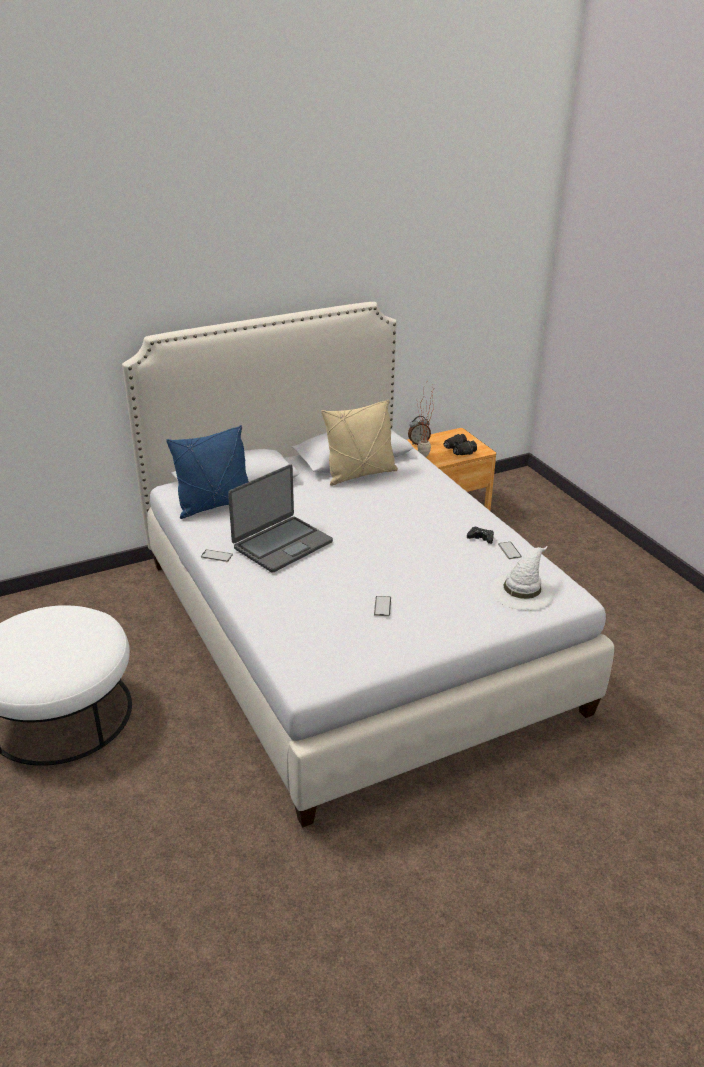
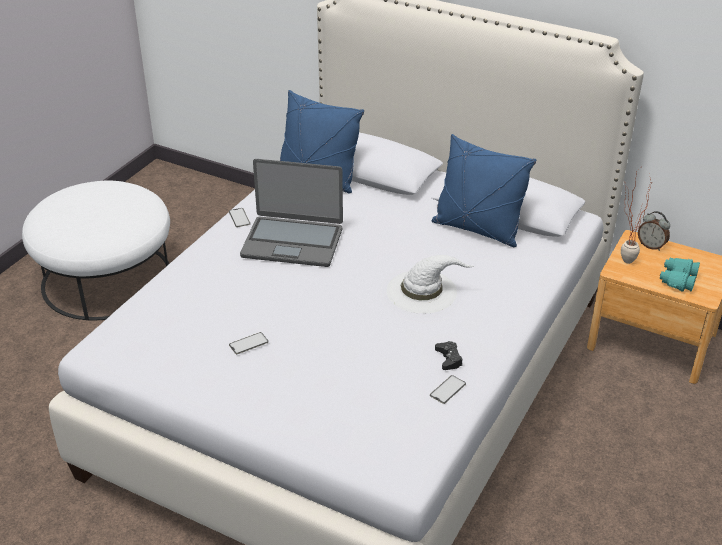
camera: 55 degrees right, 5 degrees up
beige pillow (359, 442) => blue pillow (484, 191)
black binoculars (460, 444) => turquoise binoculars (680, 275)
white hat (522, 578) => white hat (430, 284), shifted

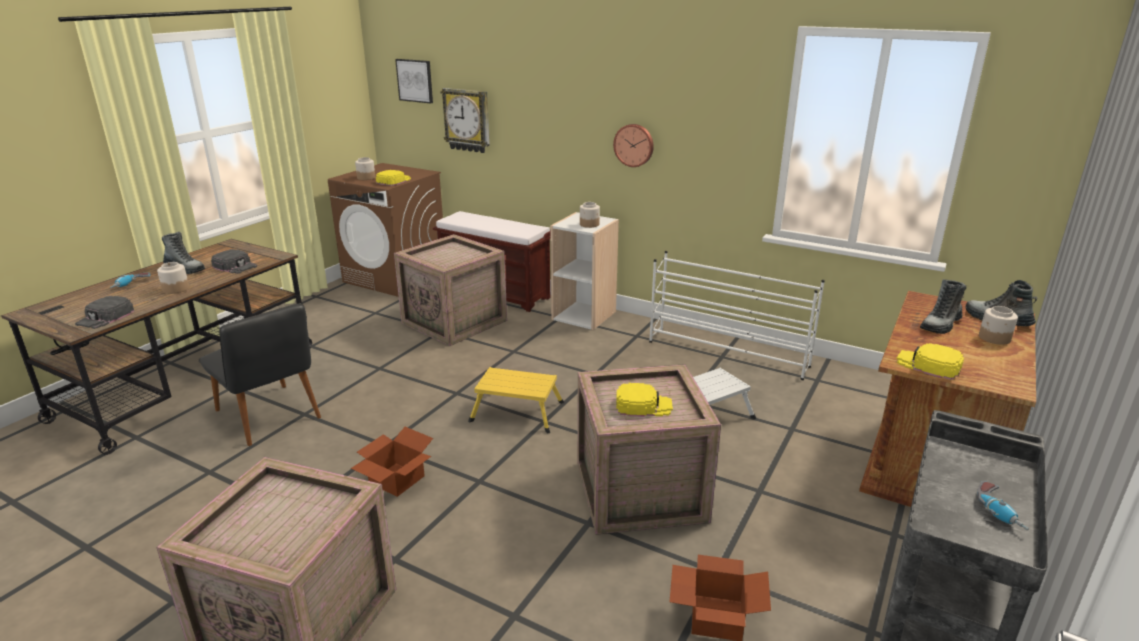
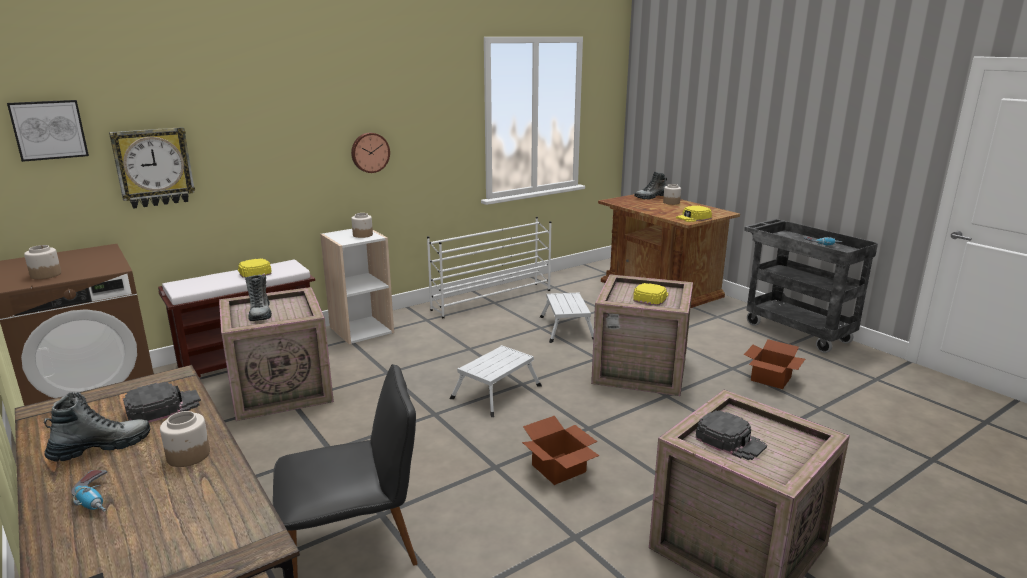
camera: 65 degrees left, 5 degrees down
yellow cap (393, 178) => yellow cap (255, 268), shifted
boot (943, 306) => boot (258, 298), shifted
black cap (104, 312) => black cap (731, 435), shifted
yellow step ladder (516, 400) => white step ladder (496, 381)

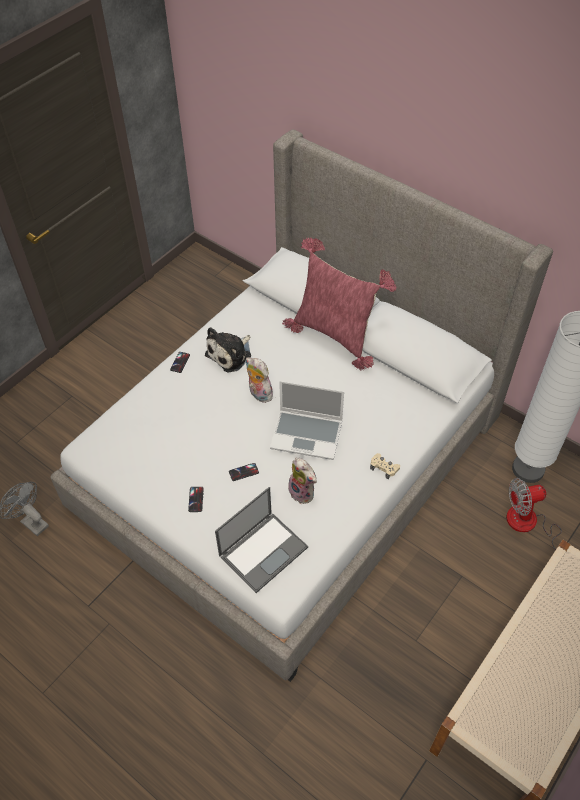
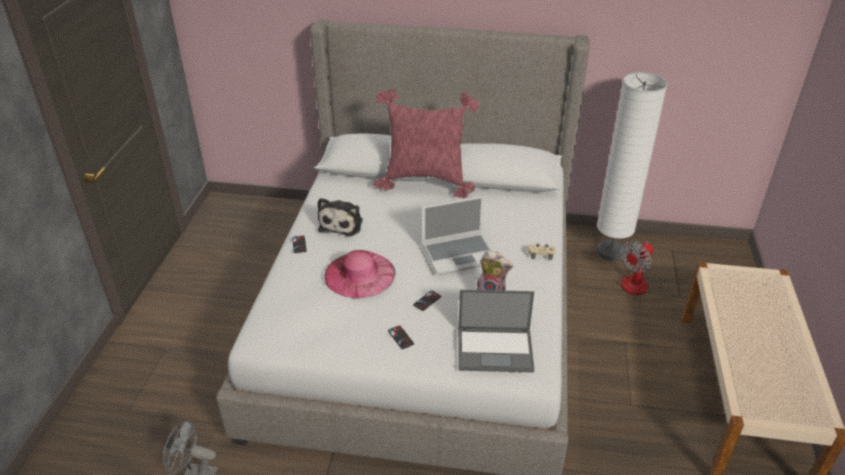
camera: 30 degrees left, 15 degrees down
plush toy (259, 380) => nothing
laptop (261, 540) => laptop (496, 331), 75 degrees clockwise
nothing => pink hat (360, 274)

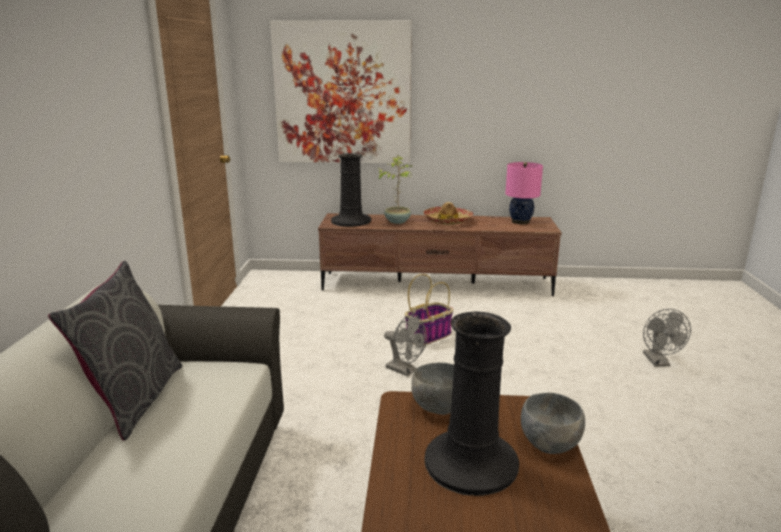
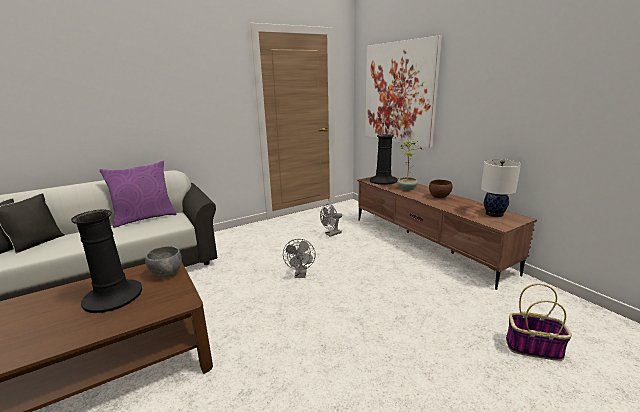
camera: 55 degrees right, 0 degrees up
pink table lamp (524, 193) => white table lamp (501, 188)
hat (448, 213) => brown bowl (441, 188)
grey pillow (115, 351) => purple pillow (138, 194)
basket (429, 310) => basket (539, 322), shifted
grey fan (667, 337) => grey fan (331, 220), shifted
grey bowl (553, 423) => nothing

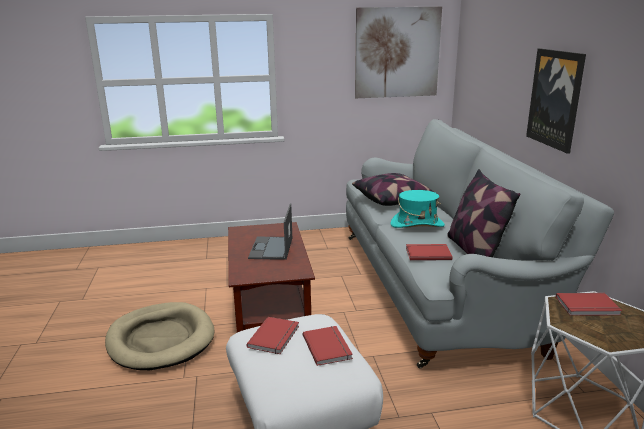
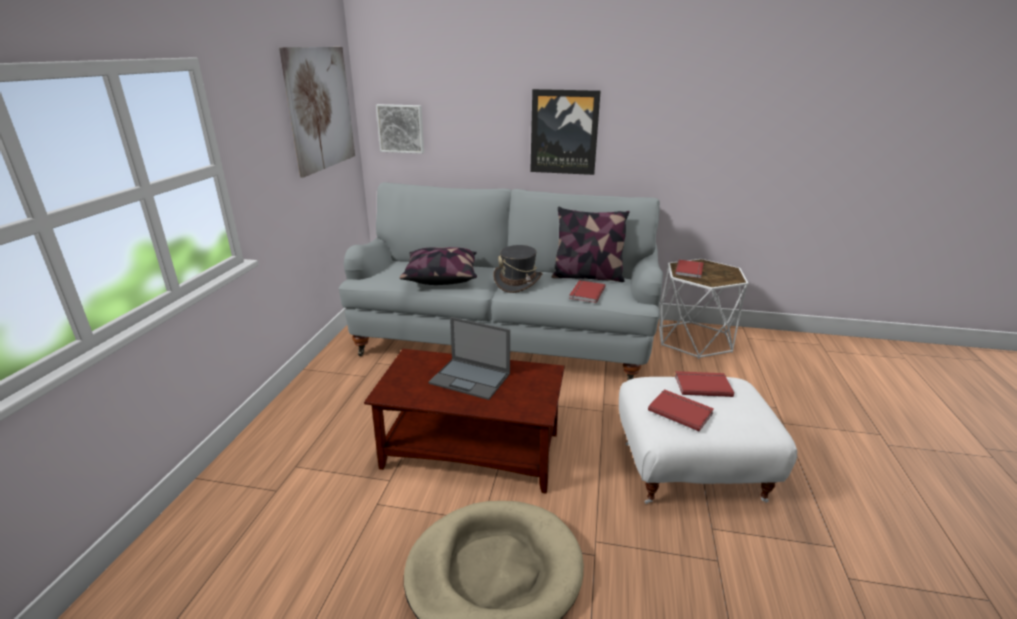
camera: 70 degrees left, 5 degrees up
turquoise hat (417, 209) => grey hat (518, 269)
nothing => picture (400, 129)

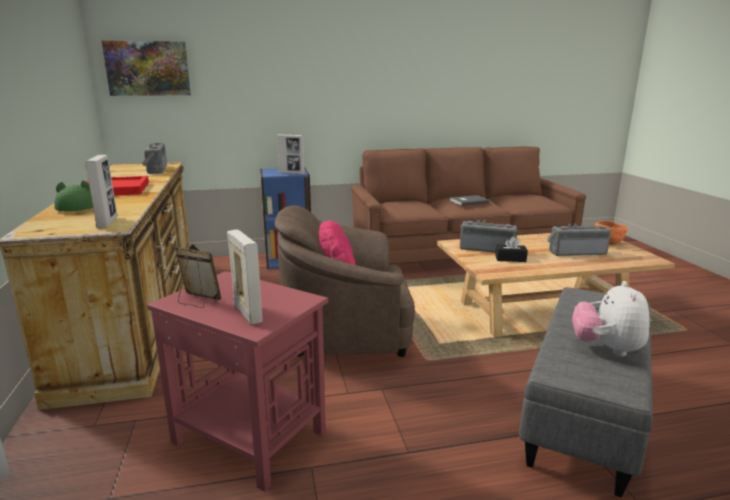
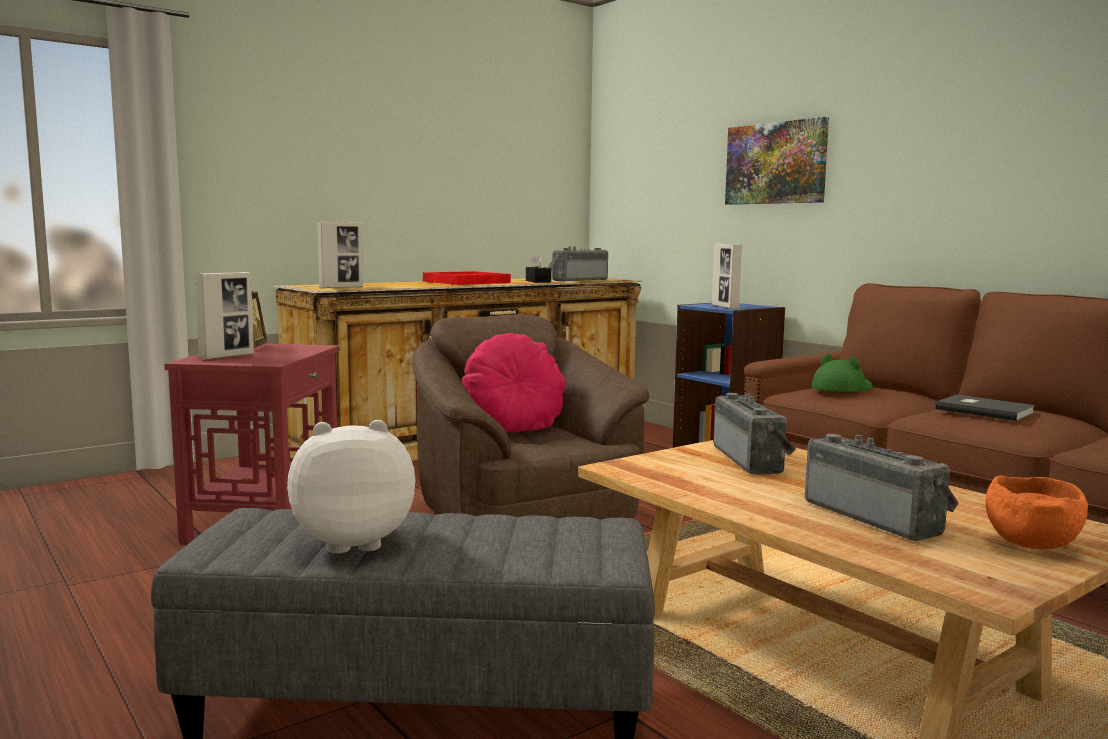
camera: 65 degrees right, 10 degrees down
picture (146, 68) => picture (777, 161), shifted
green hat (73, 196) => green hat (842, 372), shifted
black tissue box (511, 249) => black tissue box (538, 268), shifted

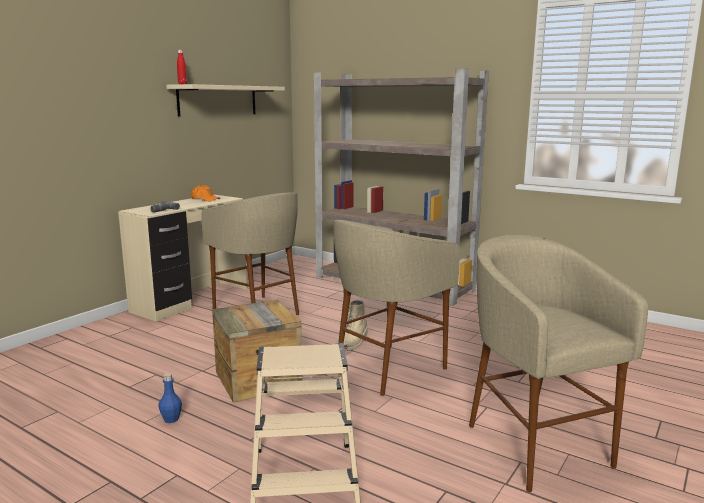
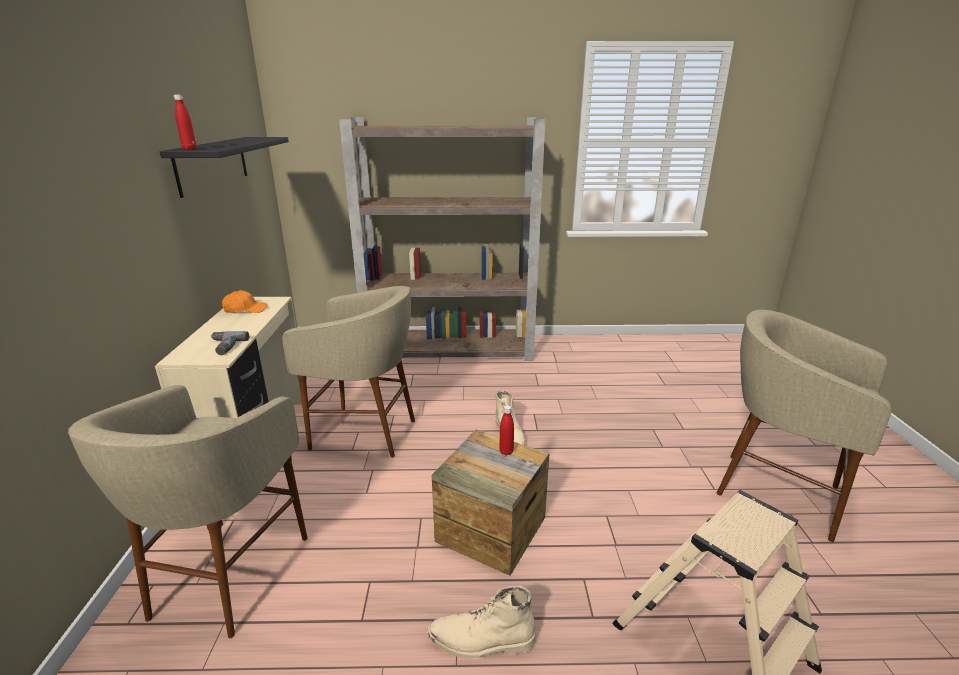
camera: 35 degrees left, 10 degrees up
beige shelf (225, 100) => black shelf (224, 167)
beige stool (397, 308) => beige stool (187, 511), shifted
blue bottle (170, 398) => beige boot (481, 622)
nothing => red bottle (506, 430)

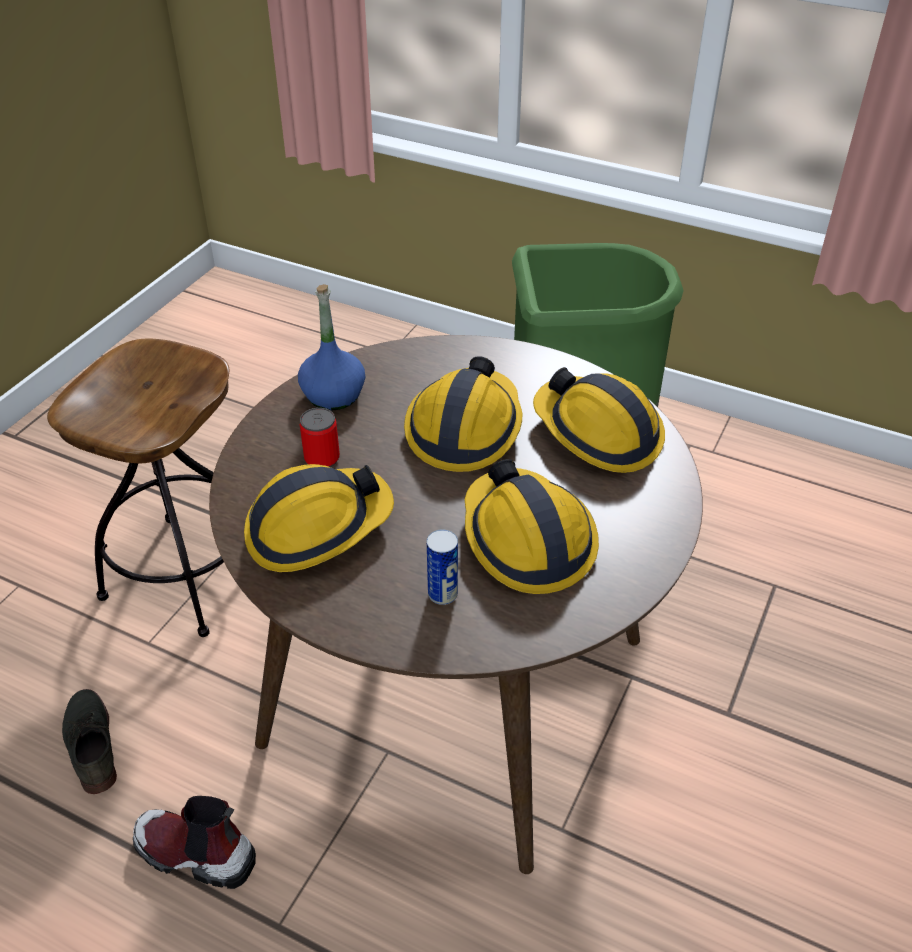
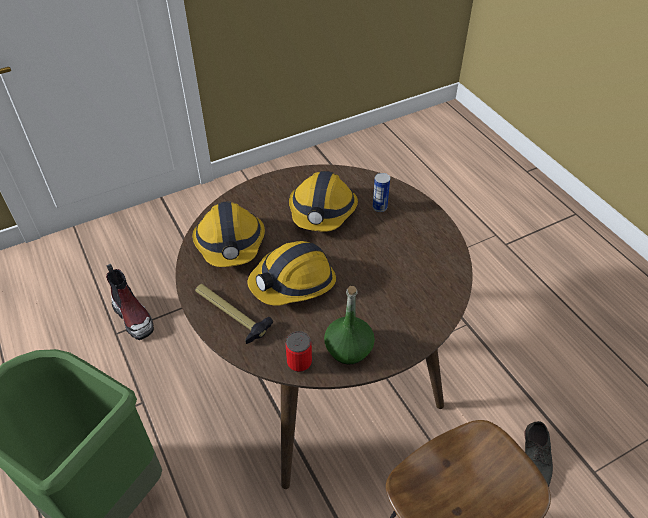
camera: 145 degrees left, 5 degrees up
blue bottle (331, 347) => green bottle (349, 325)
can (320, 437) => can (299, 351), shifted
hard hat (319, 518) => nothing
boot (194, 842) => boot (130, 302), shifted
nothing => hammer (234, 314)

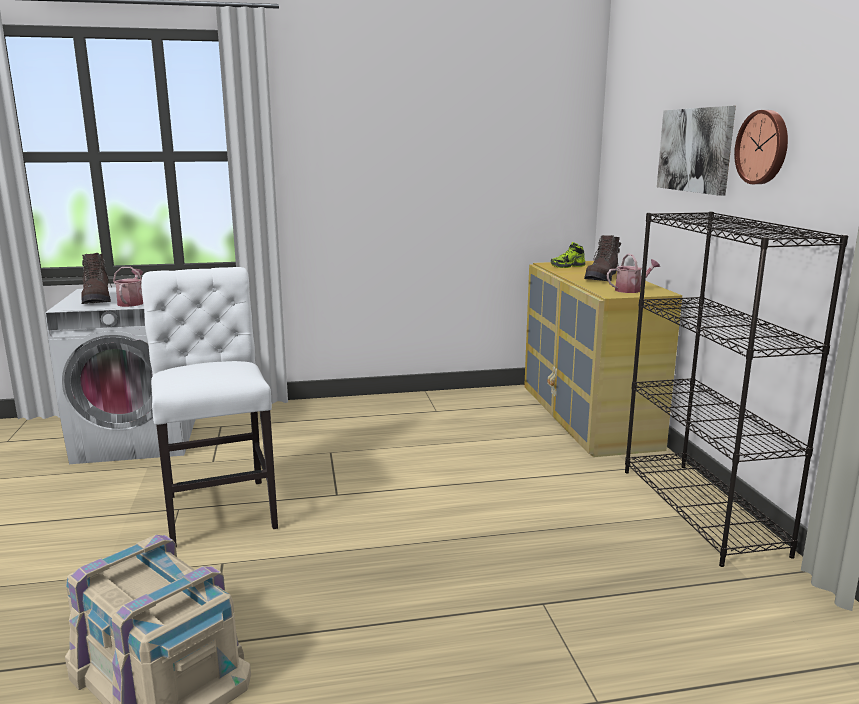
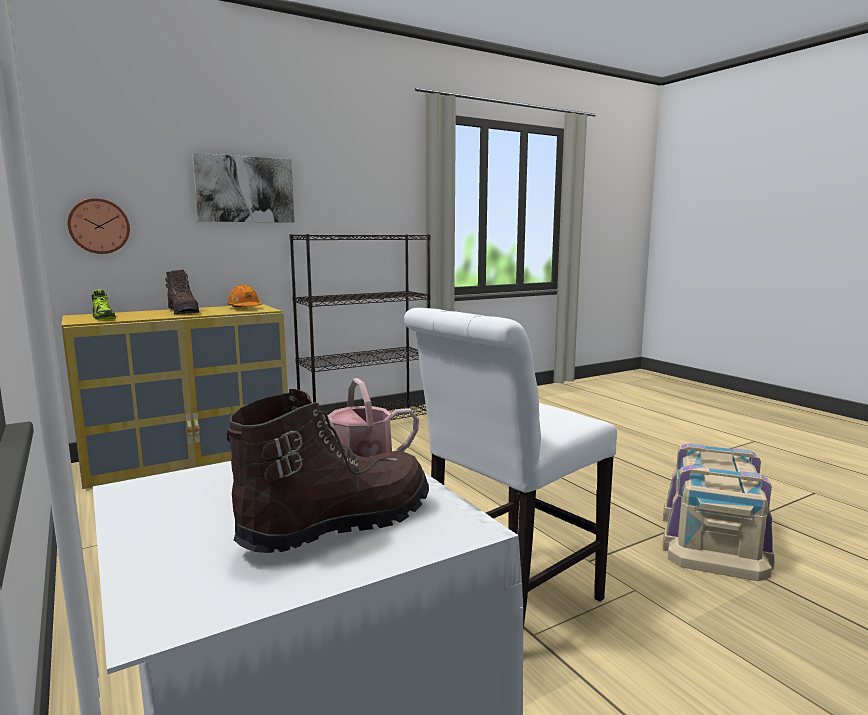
camera: 110 degrees left, 5 degrees down
wall clock (761, 147) => wall clock (99, 226), shifted
brown boot (602, 258) => brown boot (182, 292), 45 degrees clockwise
watering can (633, 273) => orange hard hat (244, 295)

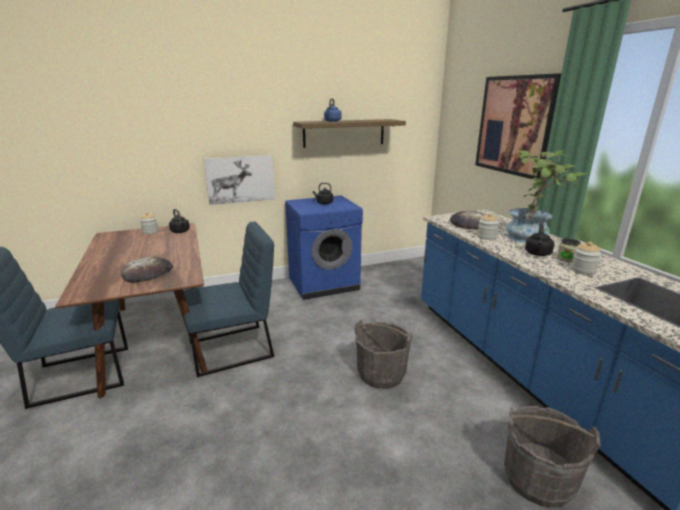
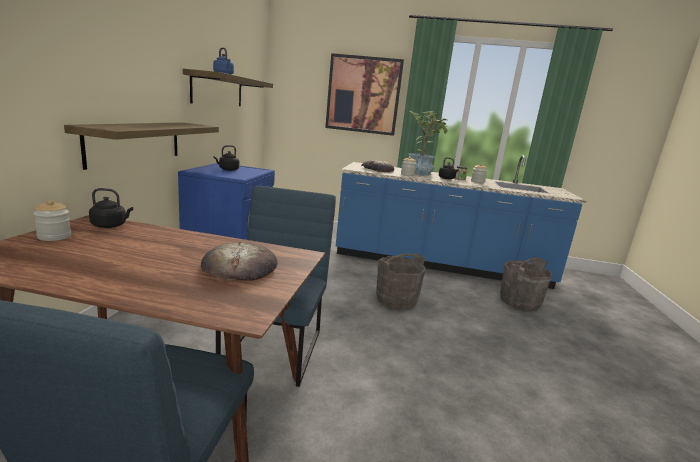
camera: 60 degrees left, 5 degrees down
picture (239, 180) => shelf (141, 146)

